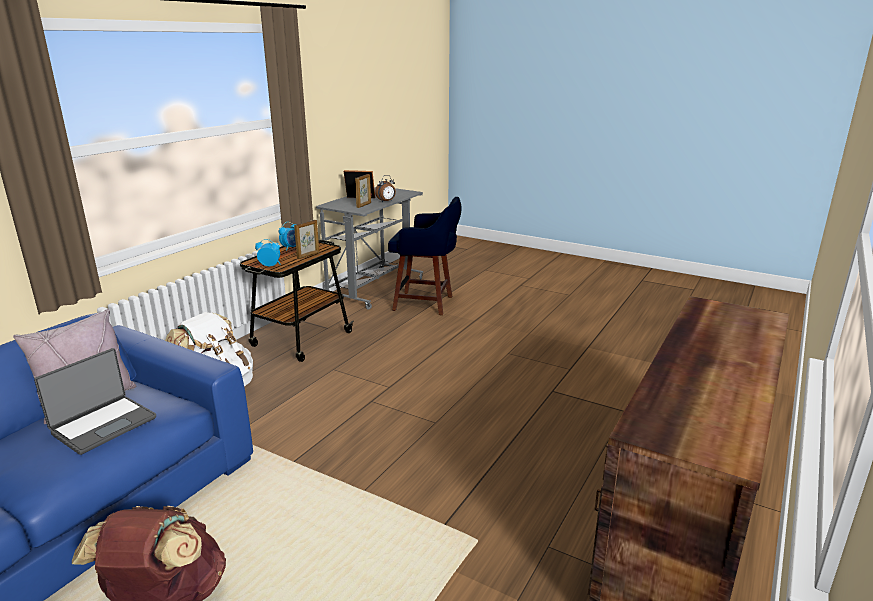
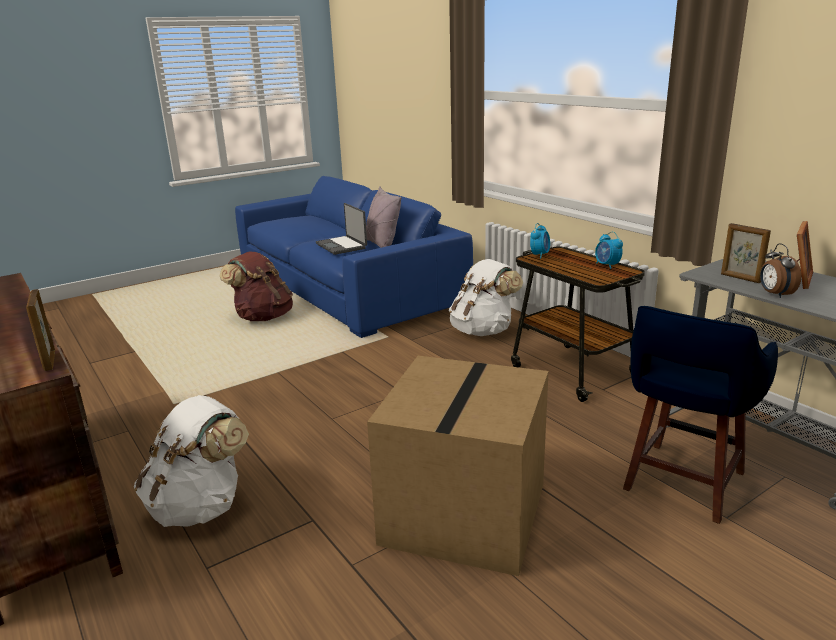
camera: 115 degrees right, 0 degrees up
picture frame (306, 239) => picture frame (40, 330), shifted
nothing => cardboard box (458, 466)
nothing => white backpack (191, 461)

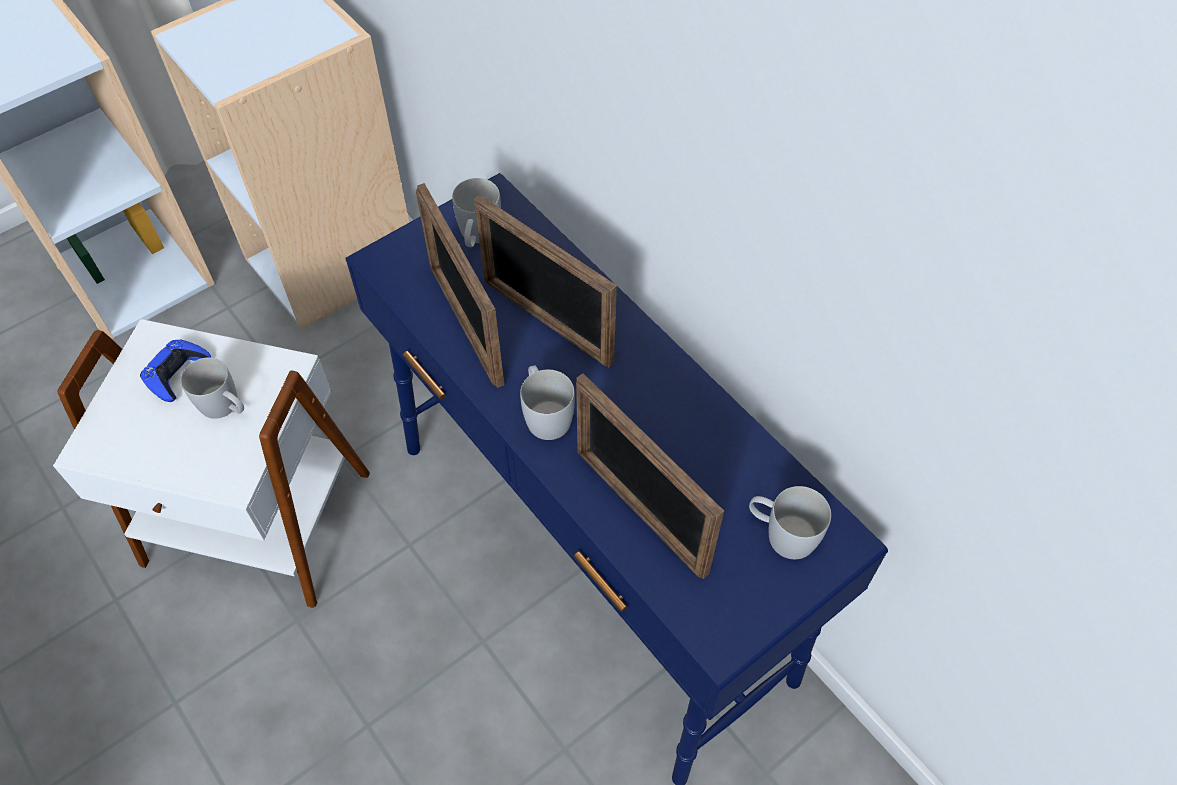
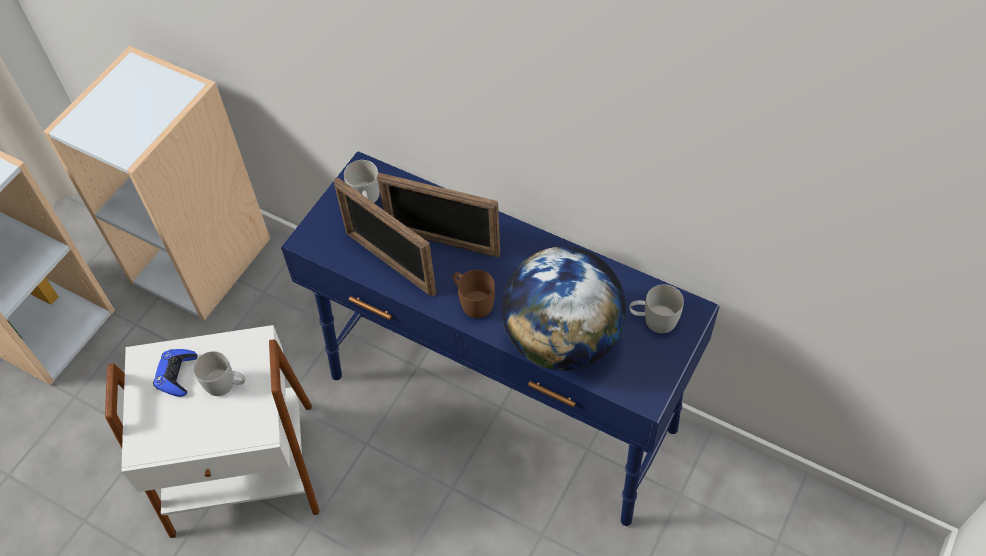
camera: 20 degrees left, 0 degrees up
white mug (547, 403) => brown mug (474, 294)
picture frame (650, 476) => globe (563, 308)

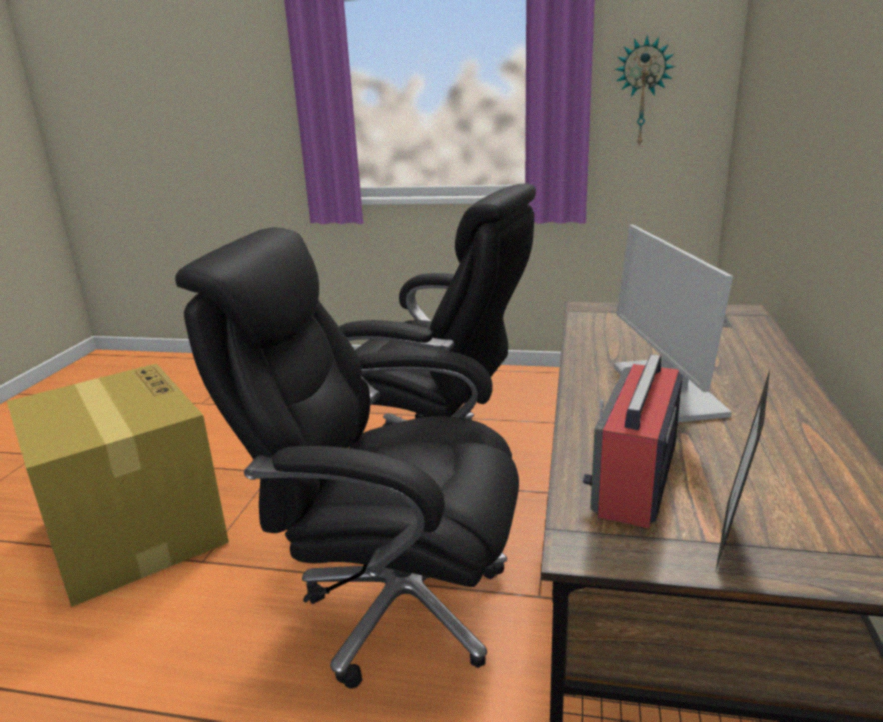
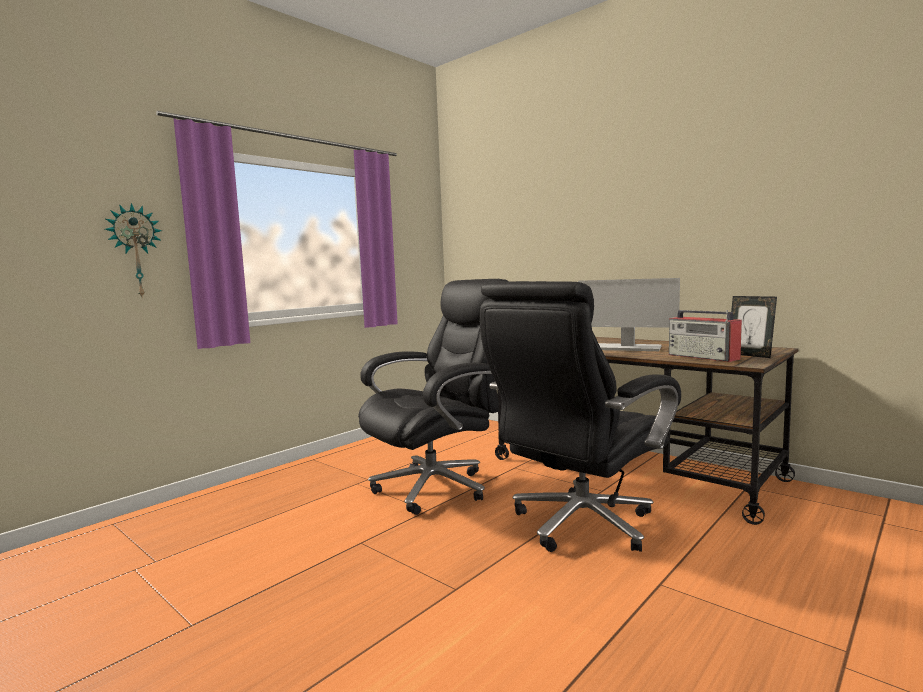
camera: 60 degrees left, 15 degrees down
wall clock (645, 91) => wall clock (133, 251), shifted
cardboard box (118, 485) => nothing

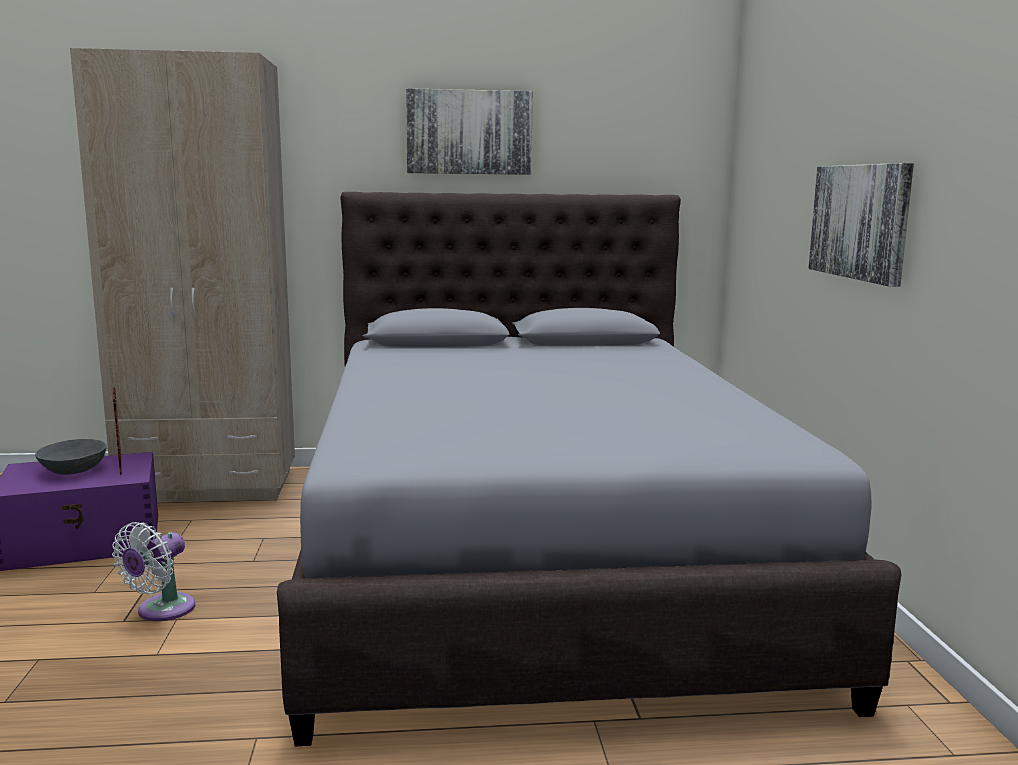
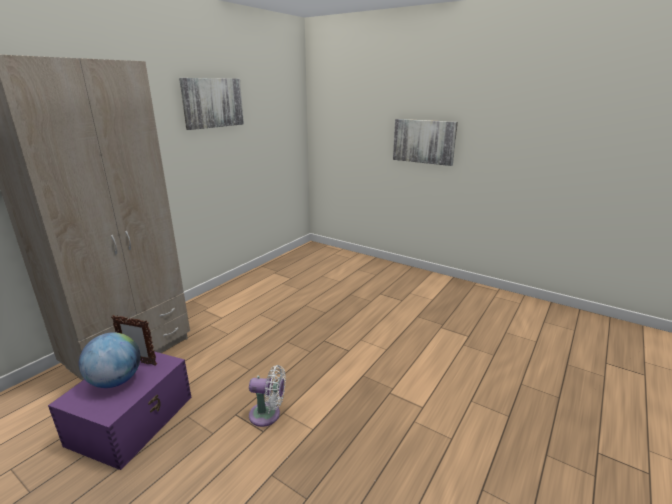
camera: 50 degrees left, 10 degrees up
grey bed (589, 469) => nothing
grey bowl (71, 457) => globe (109, 360)
white fan (153, 571) => white fan (267, 396), 60 degrees counterclockwise

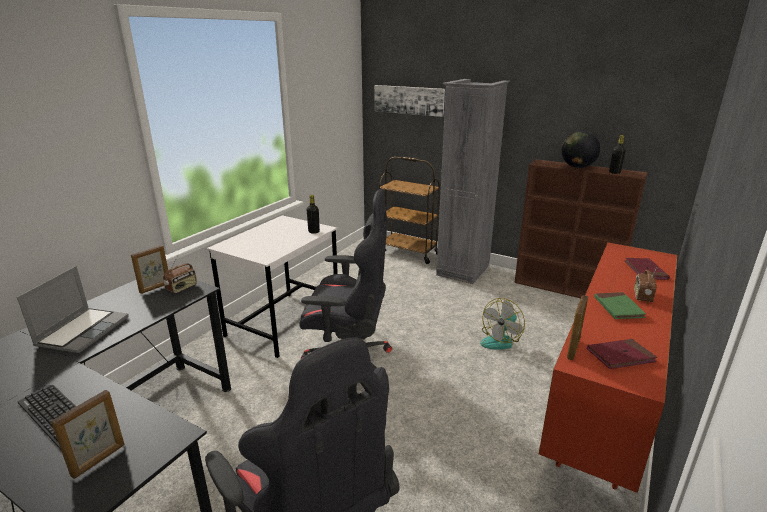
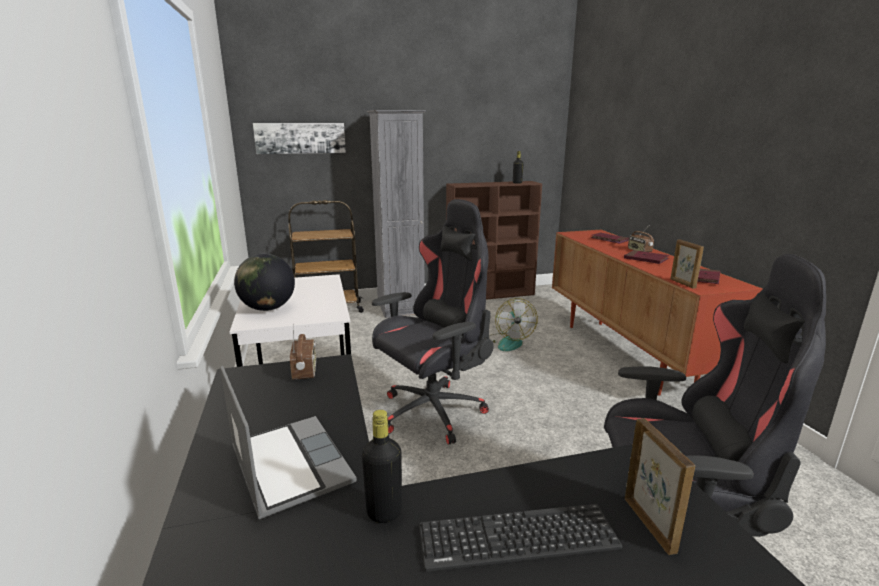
camera: 45 degrees left, 5 degrees down
globe (581, 149) => globe (264, 282), shifted
black bottle (313, 214) => black bottle (382, 466), shifted
picture frame (149, 269) => nothing
green book (620, 305) => red book (646, 257)

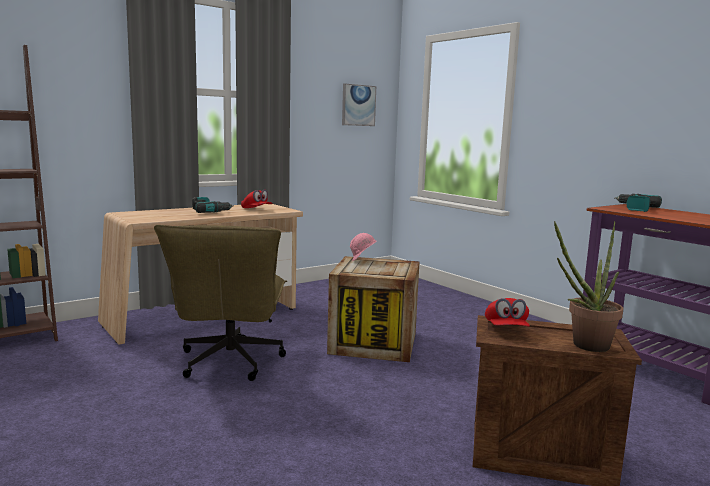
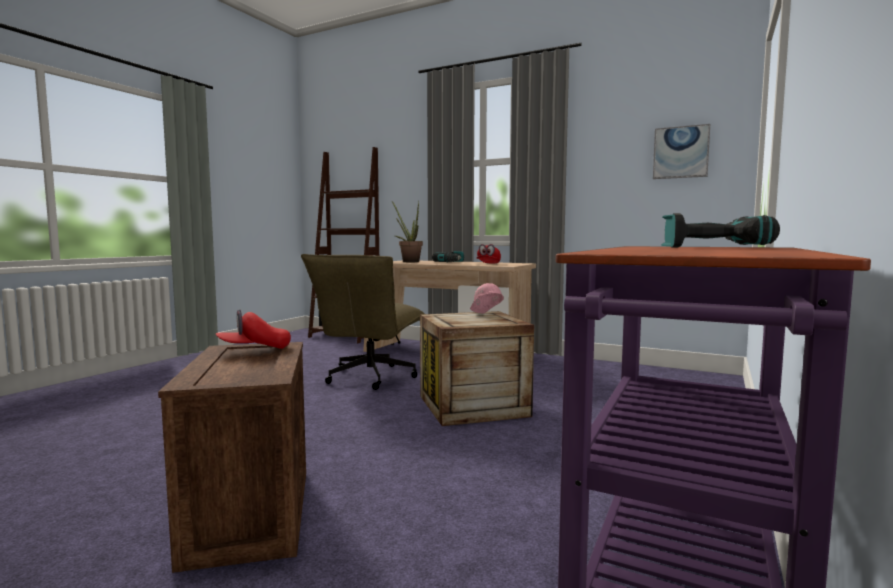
camera: 65 degrees right, 5 degrees down
potted plant (588, 286) => potted plant (407, 231), shifted
beige office chair (220, 303) => beige office chair (363, 322), 45 degrees counterclockwise

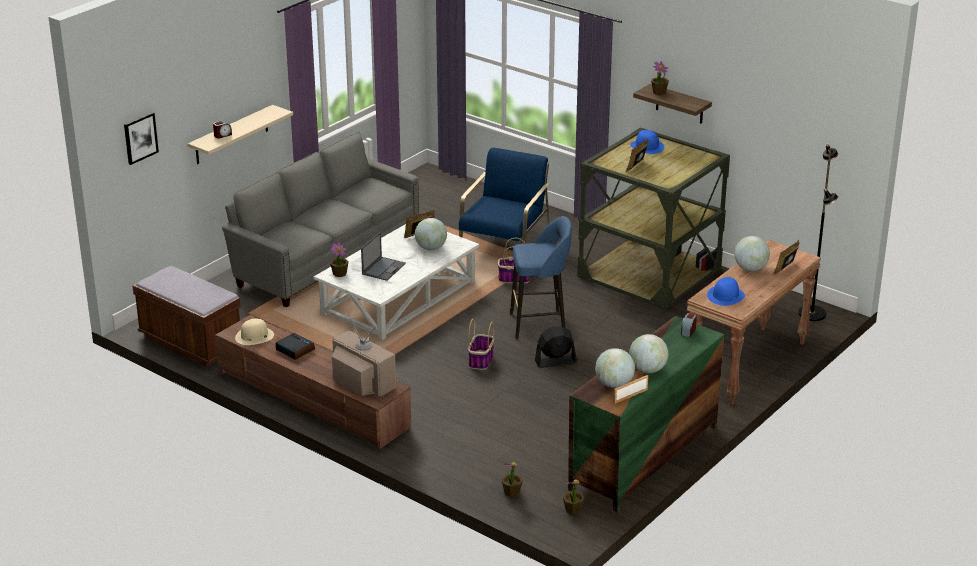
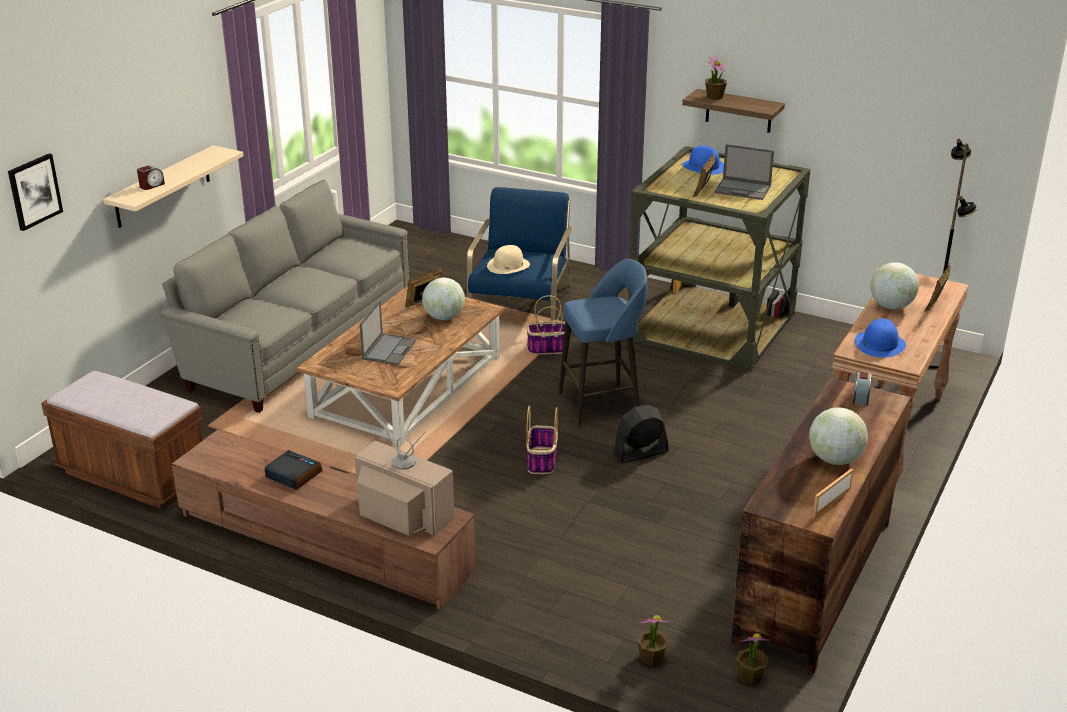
camera: 10 degrees left, 0 degrees up
white coffee table (396, 282) => brown coffee table (401, 366)
potted plant (339, 259) => nothing
green cabinet (646, 414) => brown cabinet (821, 525)
beige hat (254, 332) => beige hat (508, 259), shifted
globe (615, 368) => nothing
nothing => laptop (744, 172)

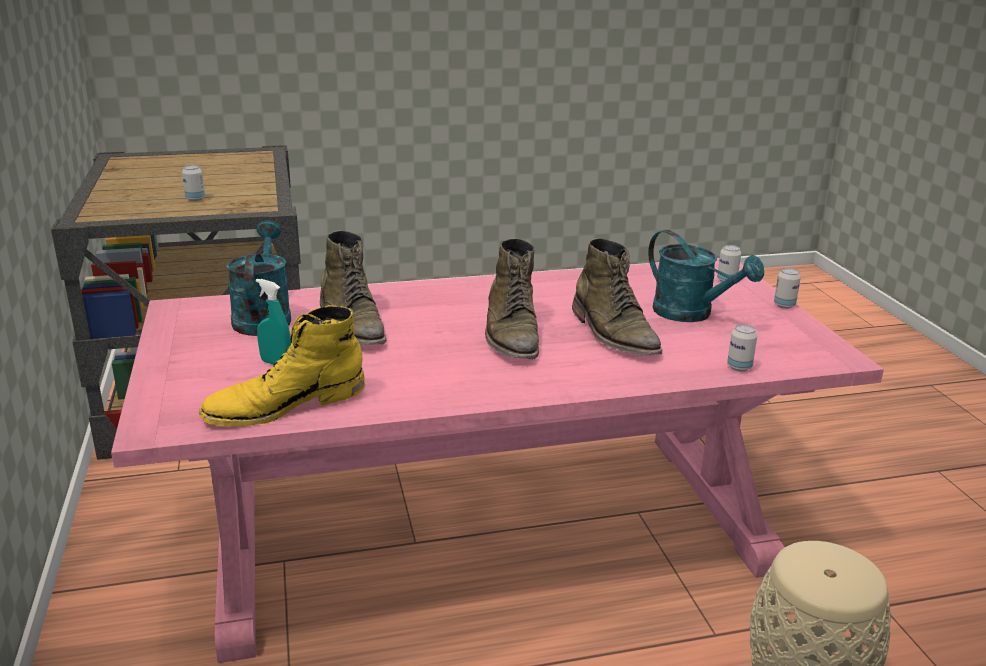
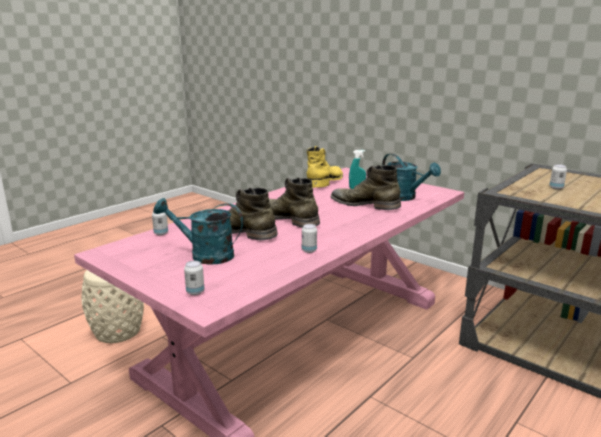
camera: 145 degrees right, 5 degrees down
can (787, 288) => can (309, 238), shifted

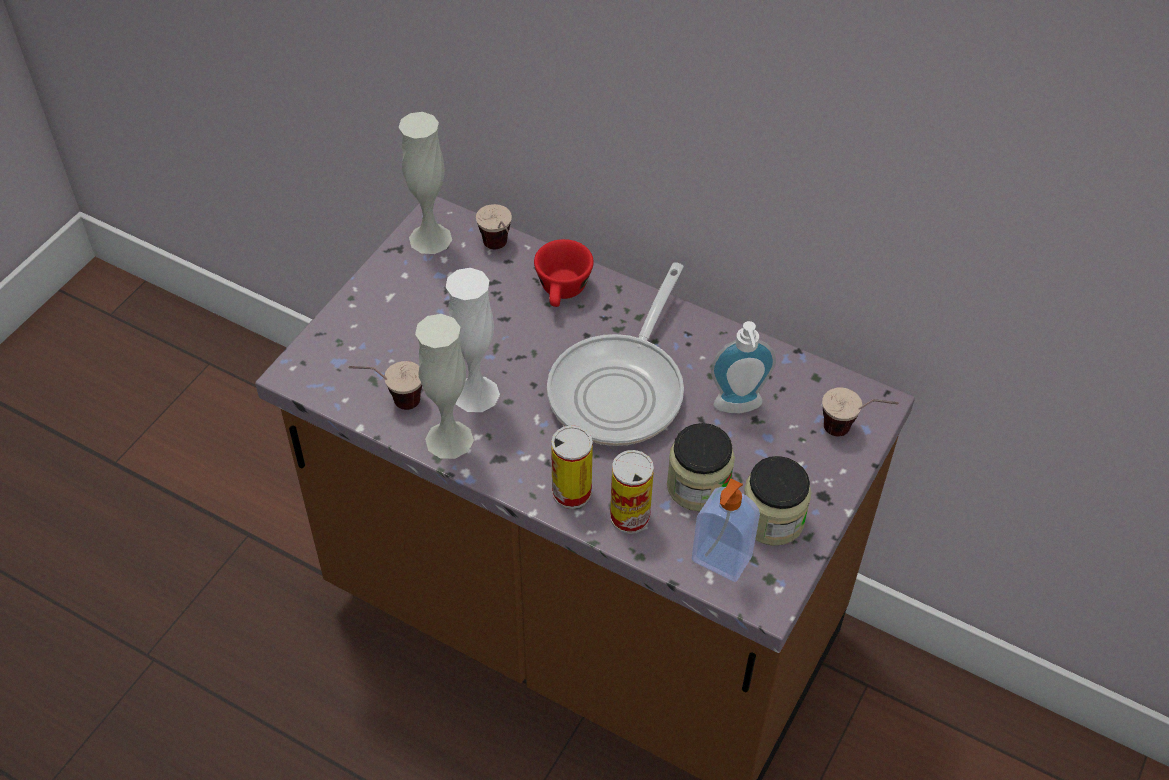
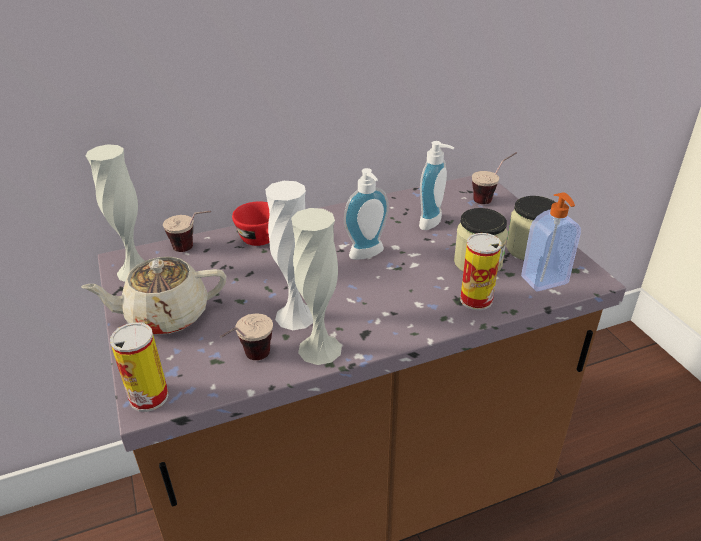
camera: 50 degrees left, 15 degrees down
frying pan (615, 354) => soap dispenser (366, 214)
can (572, 467) => can (139, 367), shifted
nothing => beige teapot (153, 296)

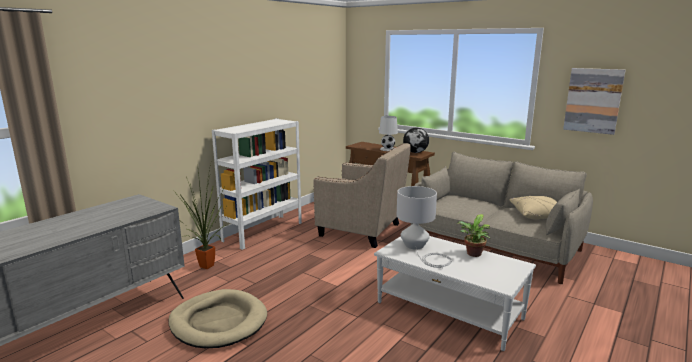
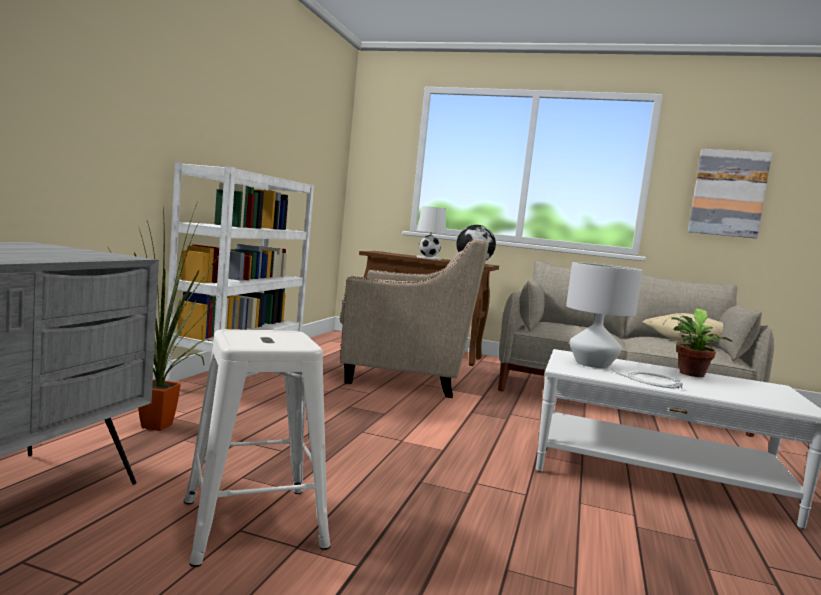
camera: 20 degrees left, 10 degrees down
beige dog bed (218, 318) => white stool (257, 448)

